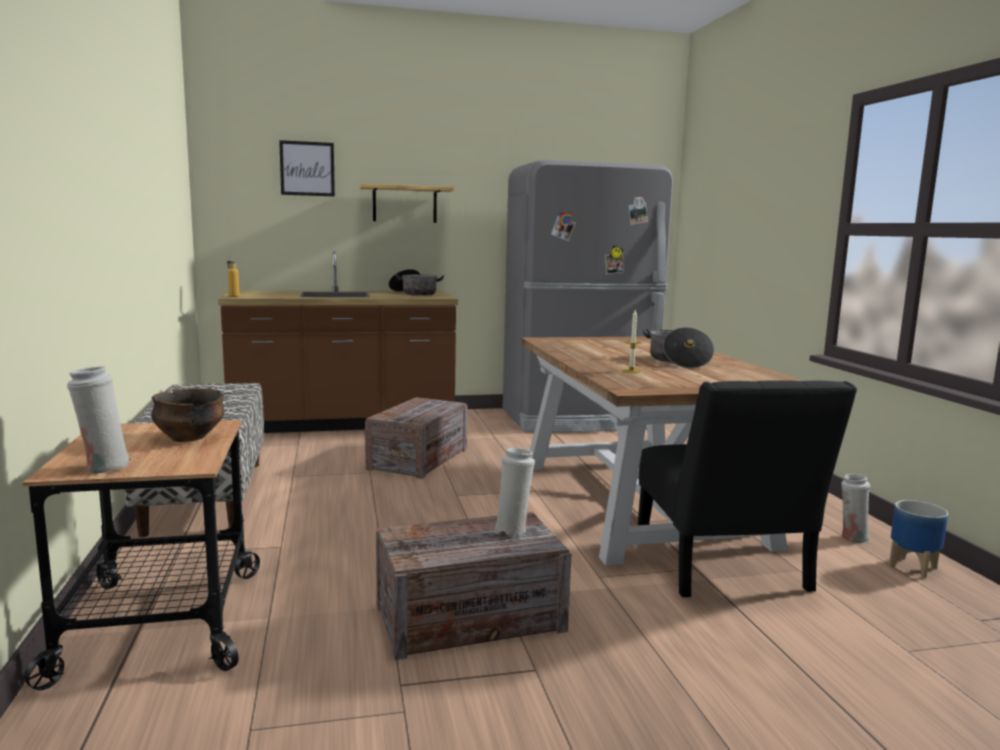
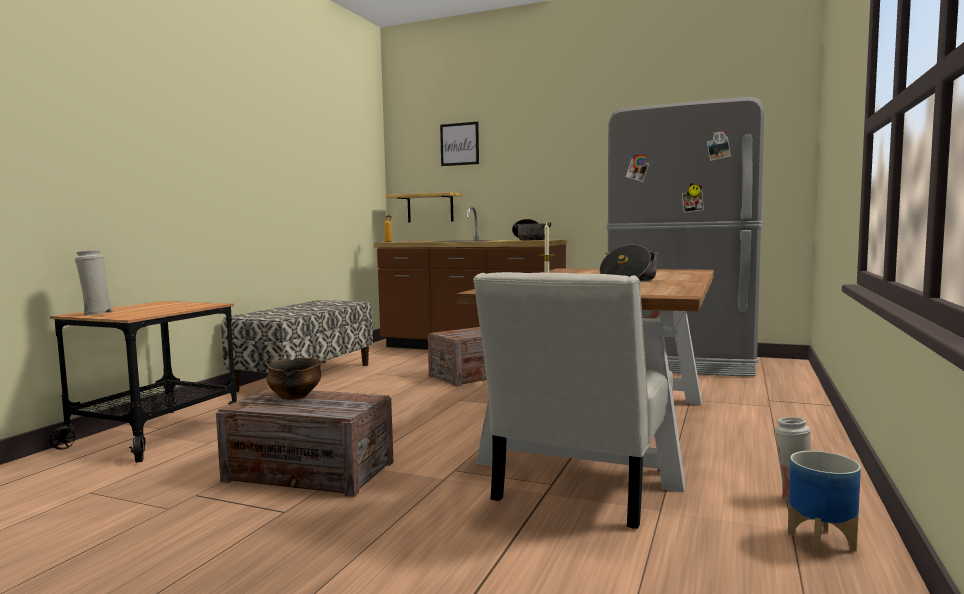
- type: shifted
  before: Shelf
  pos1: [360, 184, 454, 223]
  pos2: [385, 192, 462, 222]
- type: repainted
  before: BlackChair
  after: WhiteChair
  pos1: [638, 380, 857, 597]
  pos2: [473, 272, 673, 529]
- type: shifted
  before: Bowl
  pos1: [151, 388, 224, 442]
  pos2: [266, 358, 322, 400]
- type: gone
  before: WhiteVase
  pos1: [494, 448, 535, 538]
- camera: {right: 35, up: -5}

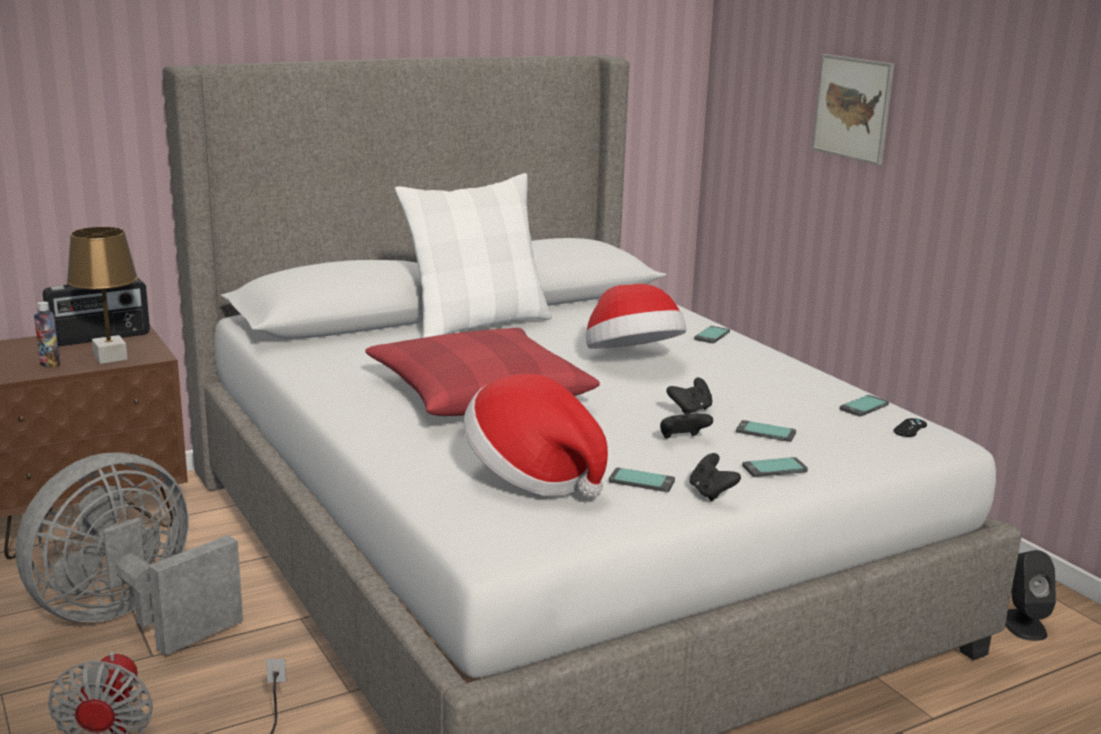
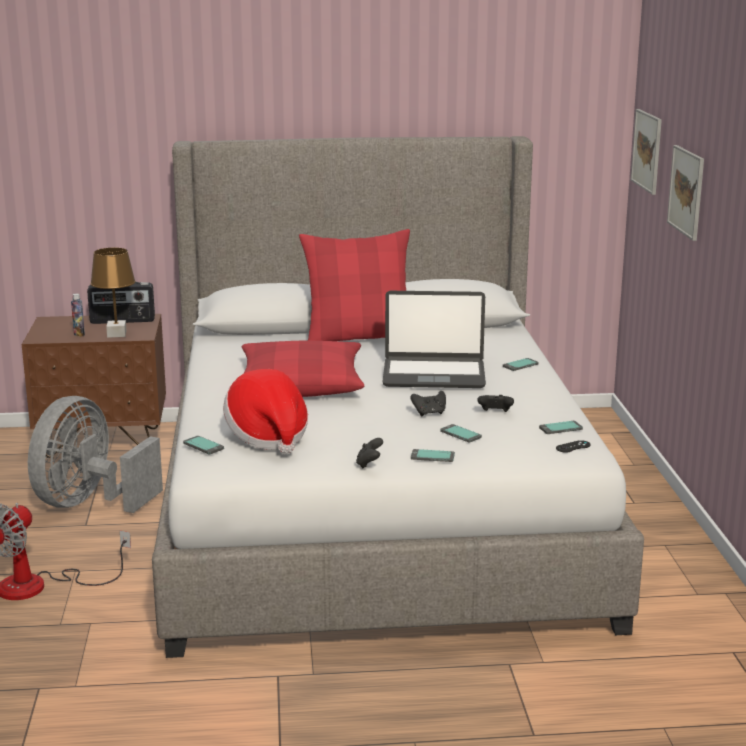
- type: repainted
  before: WhitePillow
  after: RedPillow
  pos1: [395, 173, 552, 338]
  pos2: [299, 229, 410, 341]
- type: swapped
  before: Hat
  after: Laptop
  pos1: [586, 284, 686, 349]
  pos2: [382, 291, 486, 388]
- type: shifted
  before: BlackGameController
  pos1: [660, 412, 713, 439]
  pos2: [477, 395, 514, 412]
- type: rotated
  before: GreyFan
  pos1: [15, 452, 243, 655]
  pos2: [28, 396, 163, 513]
  turn: -45
- type: shifted
  before: Phone
  pos1: [609, 468, 675, 492]
  pos2: [183, 436, 224, 454]
- type: gone
  before: BlackSpeaker
  pos1: [1005, 550, 1056, 641]
- type: new
  after: Picture
  pos2: [631, 109, 662, 195]
- camera: {right: 25, up: 0}

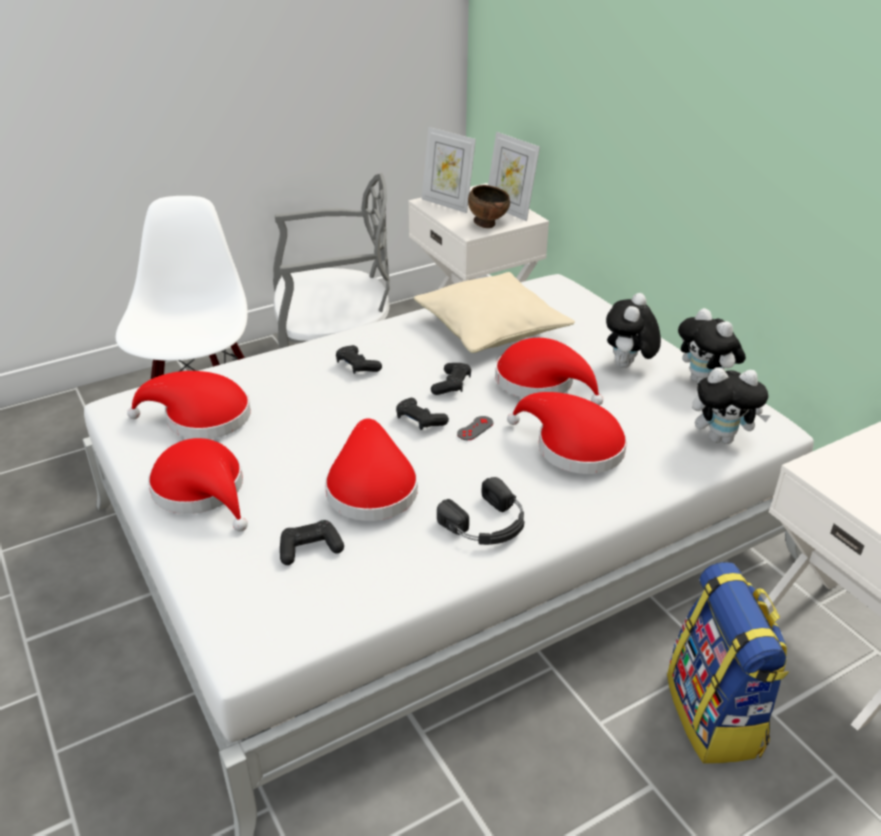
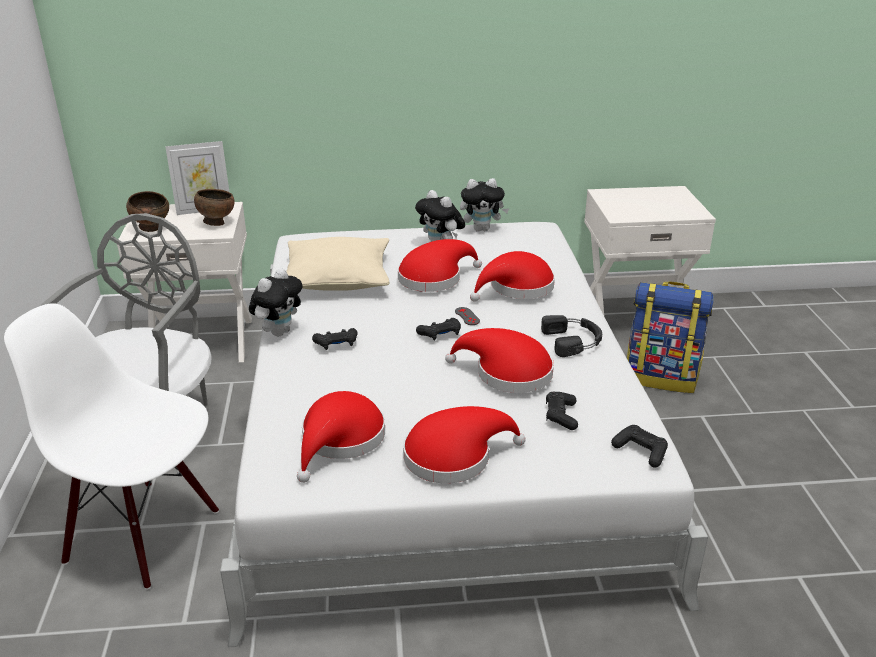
- type: swapped
  before: PictureFrame
  after: BrownBowl
  pos1: [422, 127, 476, 213]
  pos2: [126, 191, 169, 232]
- type: shifted
  before: BlackGameController
  pos1: [431, 363, 471, 395]
  pos2: [611, 425, 668, 468]
- type: shifted
  before: PlushToy
  pos1: [692, 367, 771, 444]
  pos2: [249, 268, 303, 336]
- camera: {right: -65, up: -5}

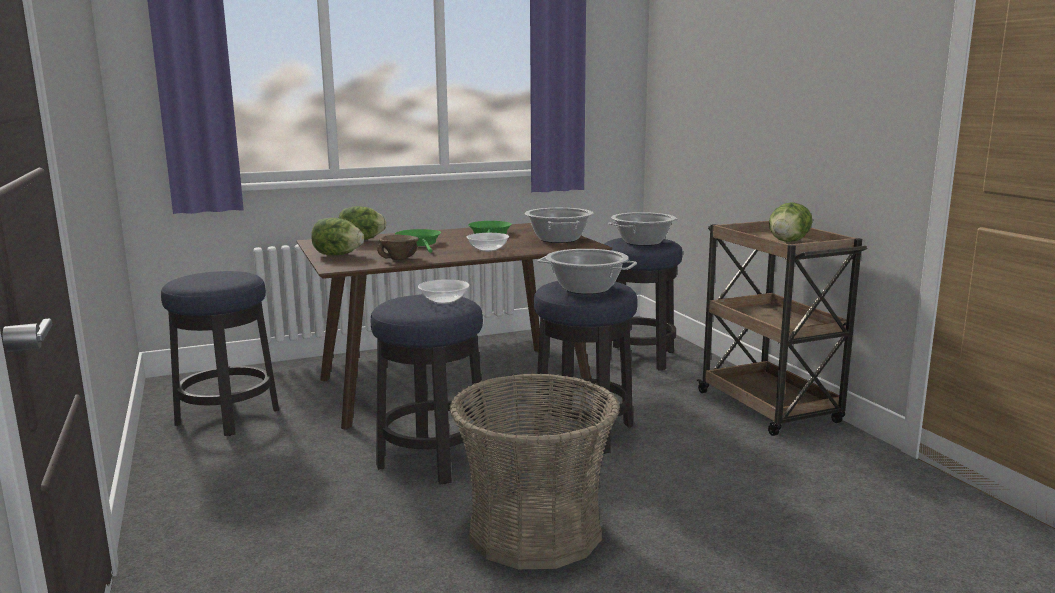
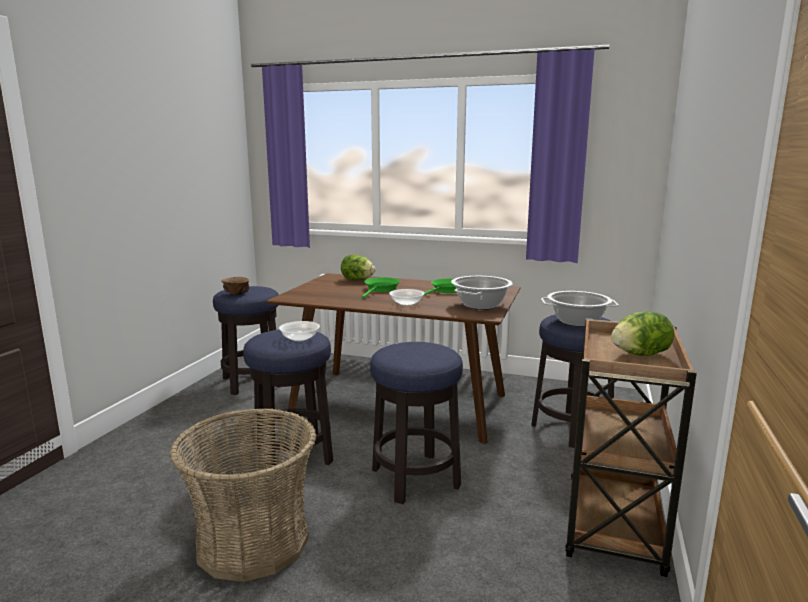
- type: gone
  before: Lettuce
  pos1: [311, 218, 364, 255]
- type: shifted
  before: BrownBowl
  pos1: [377, 234, 419, 260]
  pos2: [221, 277, 249, 295]
- type: gone
  before: CookingPot
  pos1: [538, 249, 637, 294]
- camera: {right: 40, up: 0}

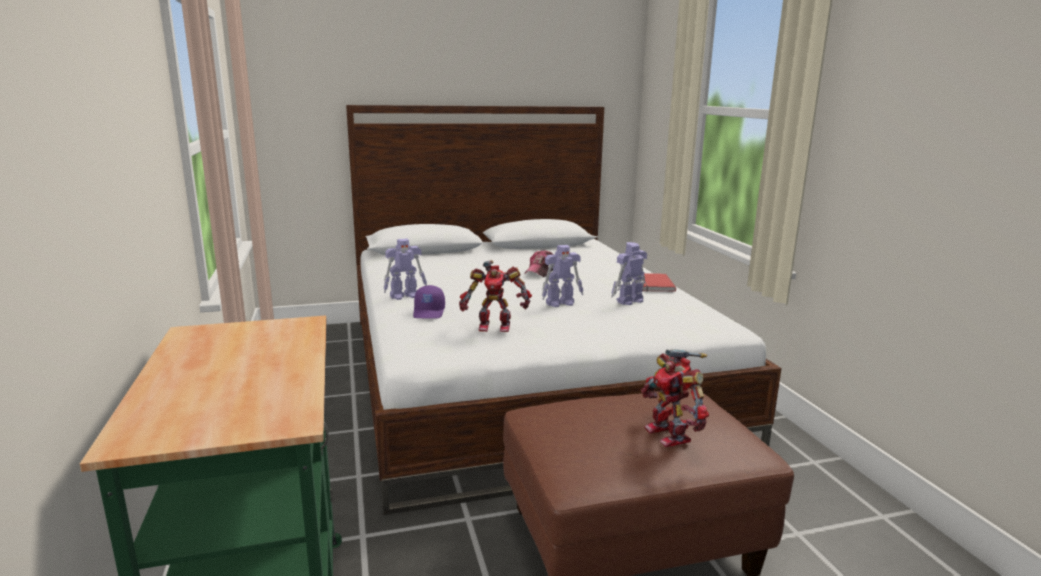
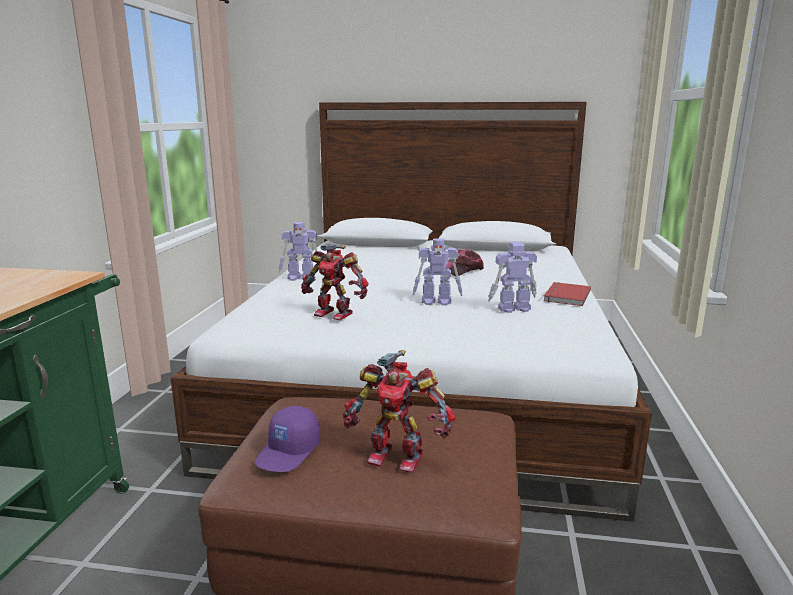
- type: shifted
  before: PurpleCap
  pos1: [413, 285, 445, 319]
  pos2: [255, 406, 320, 472]
- type: rotated
  before: ToyRobot
  pos1: [641, 349, 709, 447]
  pos2: [343, 350, 455, 473]
  turn: -75
- camera: {right: 25, up: 0}

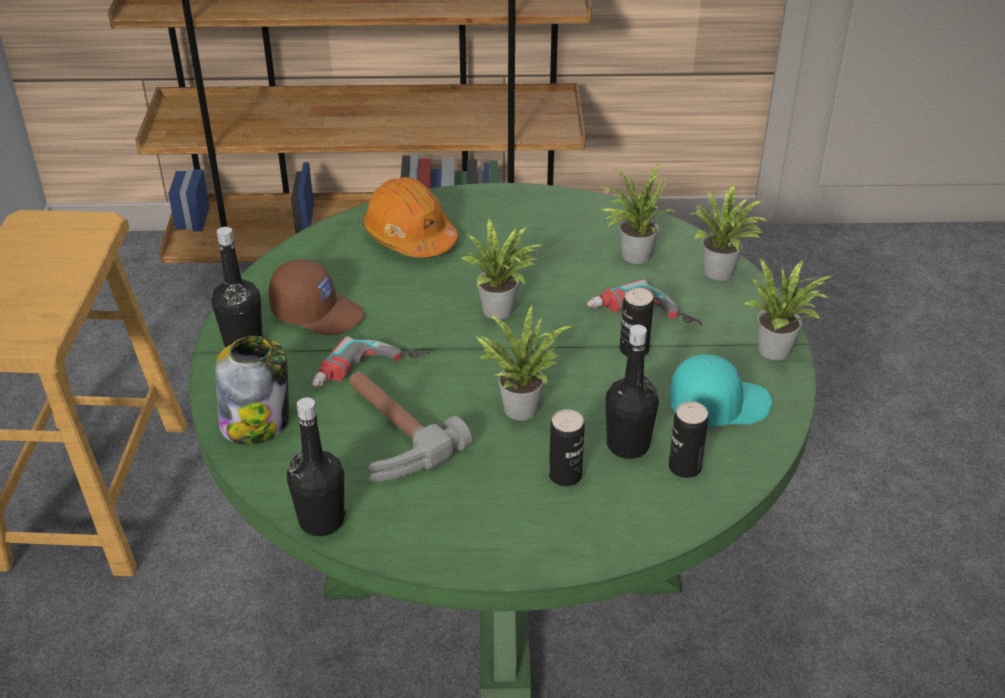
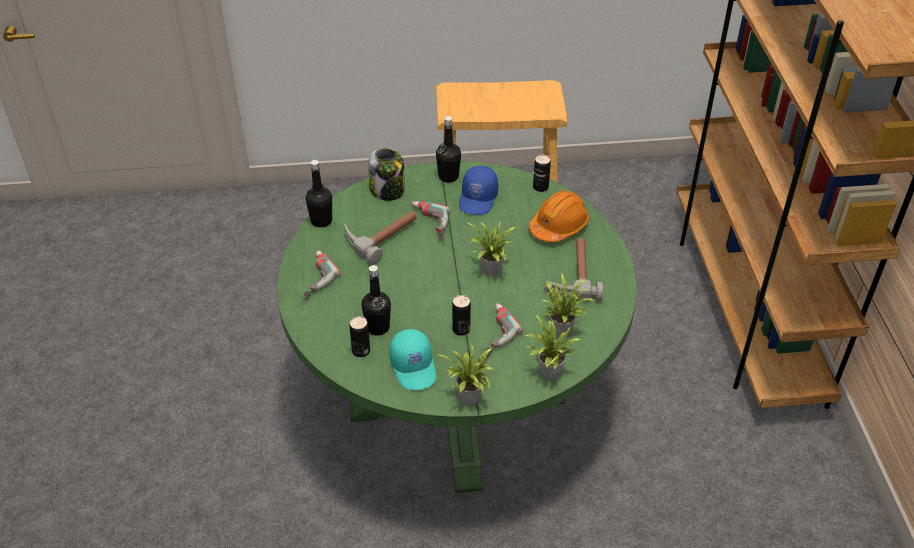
- type: repainted
  before: BrownCap
  after: BlueCap
  pos1: [269, 259, 364, 336]
  pos2: [459, 166, 498, 215]
- type: gone
  before: PottedPlant
  pos1: [475, 305, 575, 421]
- type: shifted
  before: Can
  pos1: [549, 409, 585, 486]
  pos2: [533, 155, 551, 192]
- type: new
  after: Hammer
  pos2: [544, 238, 603, 301]
- type: new
  after: PowerDrill
  pos2: [303, 251, 341, 301]
- camera: {right: 85, up: 5}

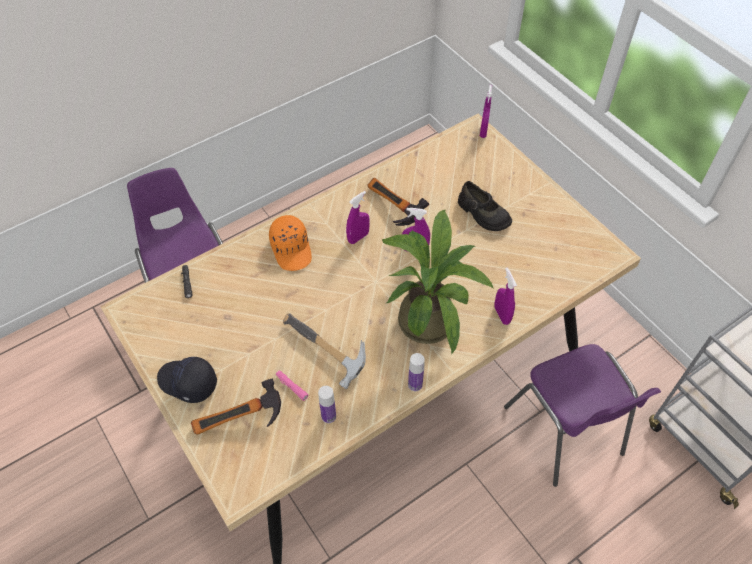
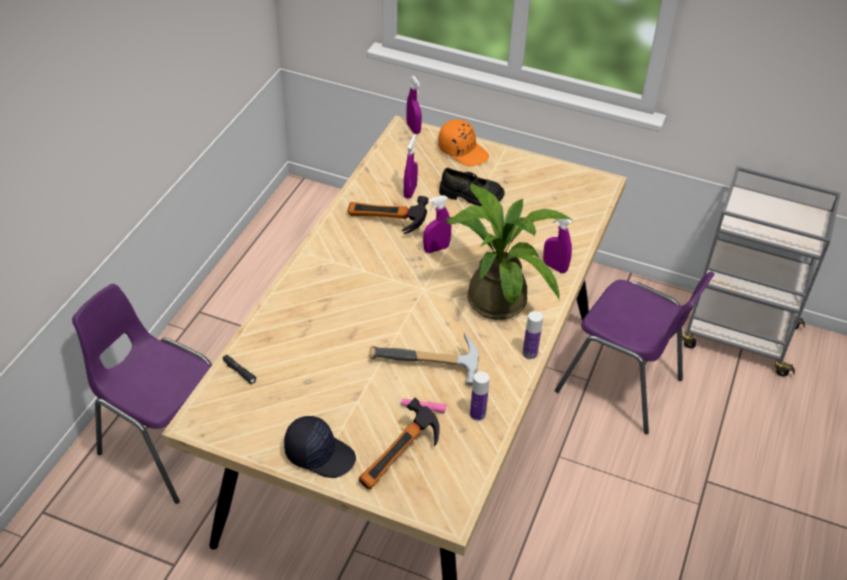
- type: shifted
  before: PurpleSprayBottle
  pos1: [346, 191, 370, 244]
  pos2: [404, 134, 418, 199]
- type: shifted
  before: OrangeCap
  pos1: [269, 215, 312, 271]
  pos2: [438, 120, 489, 166]
- type: rotated
  before: BlackCap
  pos1: [157, 357, 217, 403]
  pos2: [284, 416, 356, 478]
  turn: -150
- camera: {right: -35, up: -10}

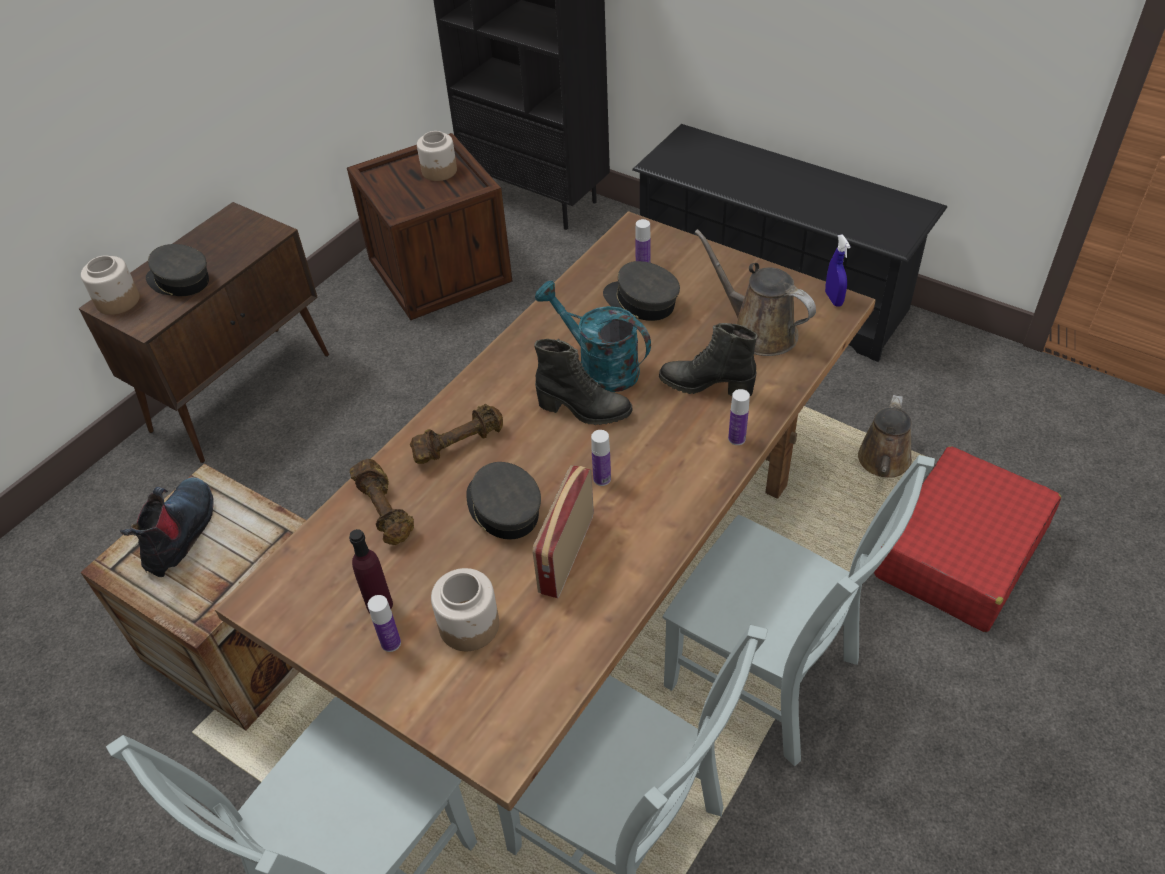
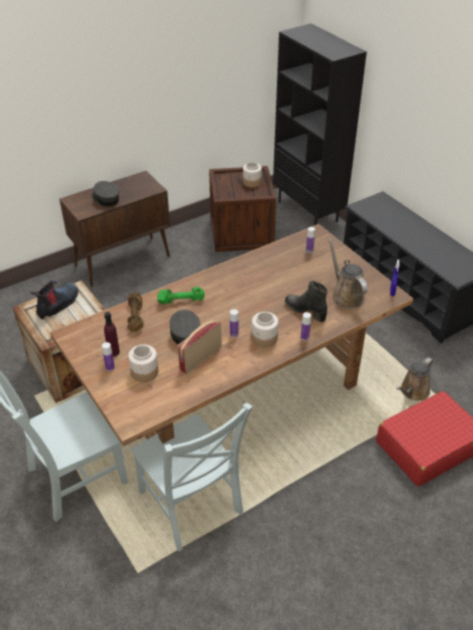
- type: shifted
  before: Jar
  pos1: [81, 255, 140, 315]
  pos2: [251, 312, 278, 348]
- type: gone
  before: GreyCap
  pos1: [603, 261, 680, 321]
- type: gone
  before: TurquoiseWateringCan
  pos1: [535, 281, 651, 392]
- type: gone
  before: BlackBoot
  pos1: [534, 339, 633, 425]
- type: repainted
  before: BrownDumbbell
  after: GreenDumbbell
  pos1: [410, 404, 503, 464]
  pos2: [157, 287, 205, 304]
- type: gone
  before: GreyChair
  pos1: [663, 455, 935, 766]
- camera: {right: 20, up: -5}

